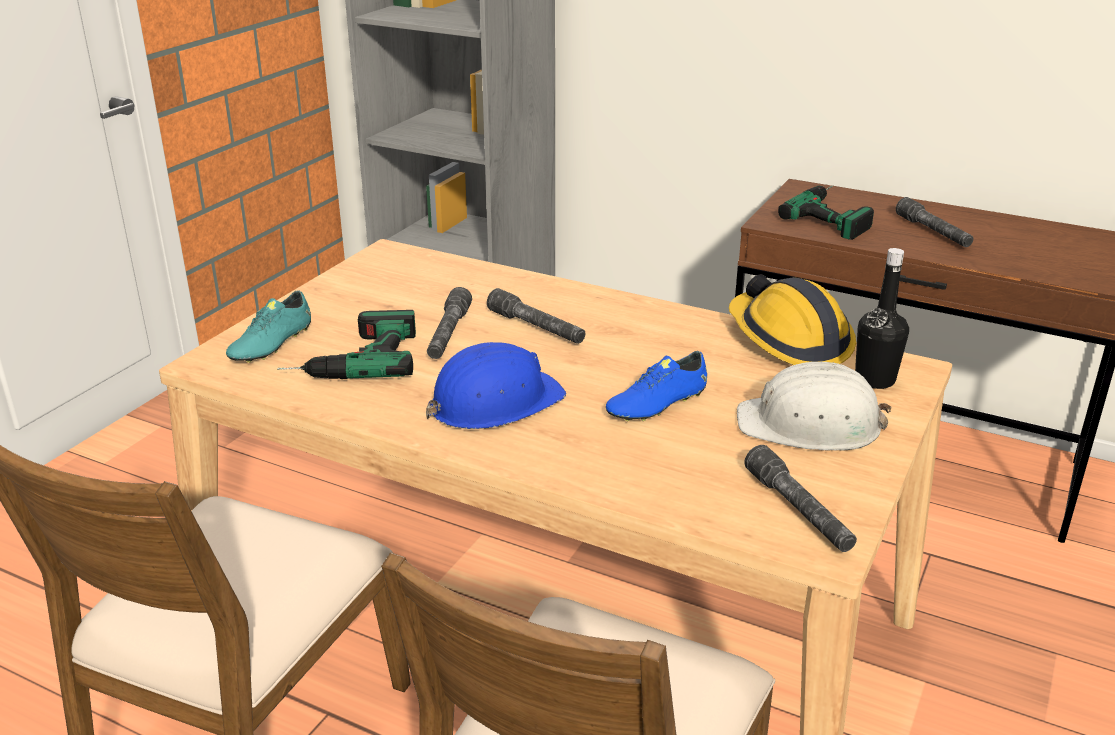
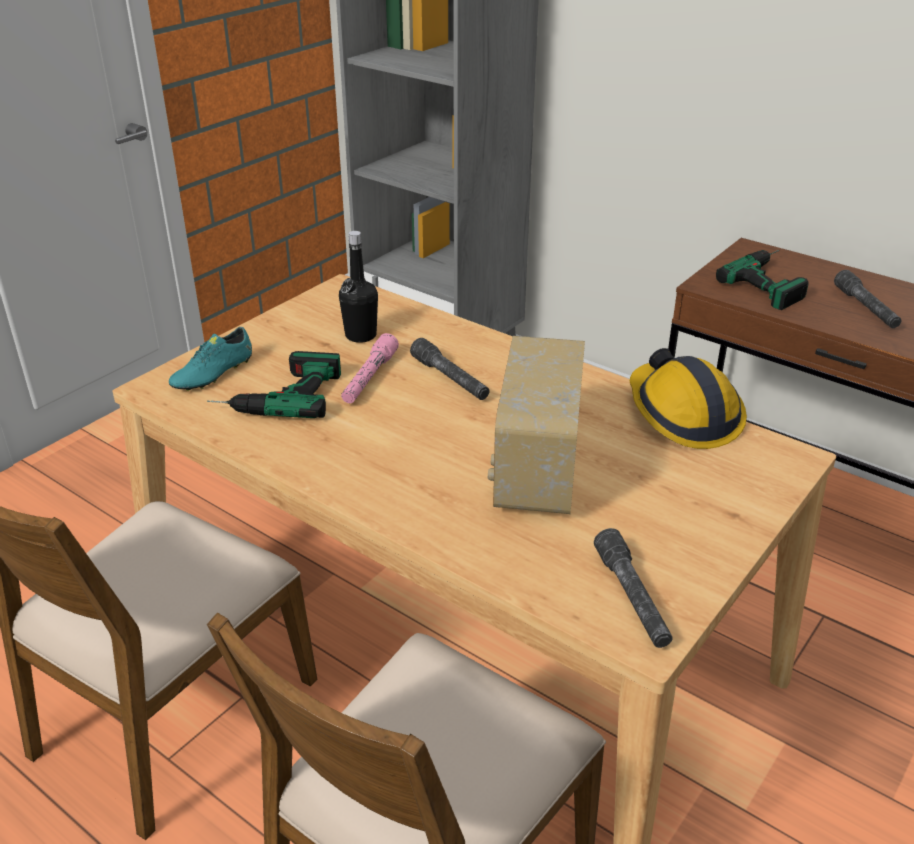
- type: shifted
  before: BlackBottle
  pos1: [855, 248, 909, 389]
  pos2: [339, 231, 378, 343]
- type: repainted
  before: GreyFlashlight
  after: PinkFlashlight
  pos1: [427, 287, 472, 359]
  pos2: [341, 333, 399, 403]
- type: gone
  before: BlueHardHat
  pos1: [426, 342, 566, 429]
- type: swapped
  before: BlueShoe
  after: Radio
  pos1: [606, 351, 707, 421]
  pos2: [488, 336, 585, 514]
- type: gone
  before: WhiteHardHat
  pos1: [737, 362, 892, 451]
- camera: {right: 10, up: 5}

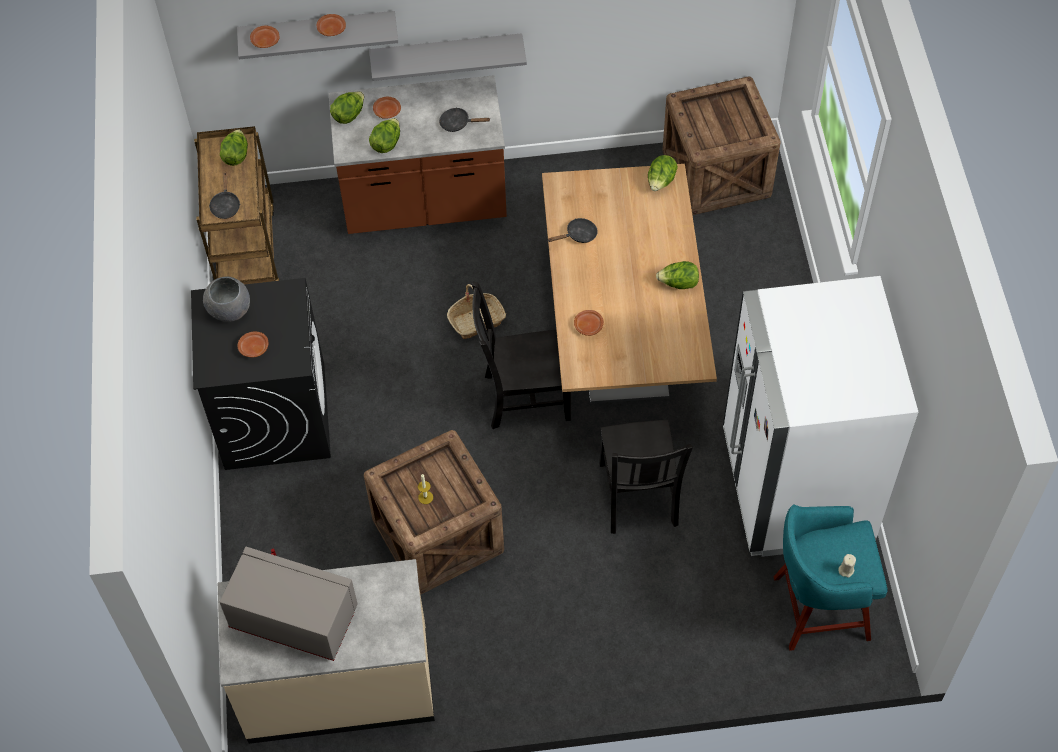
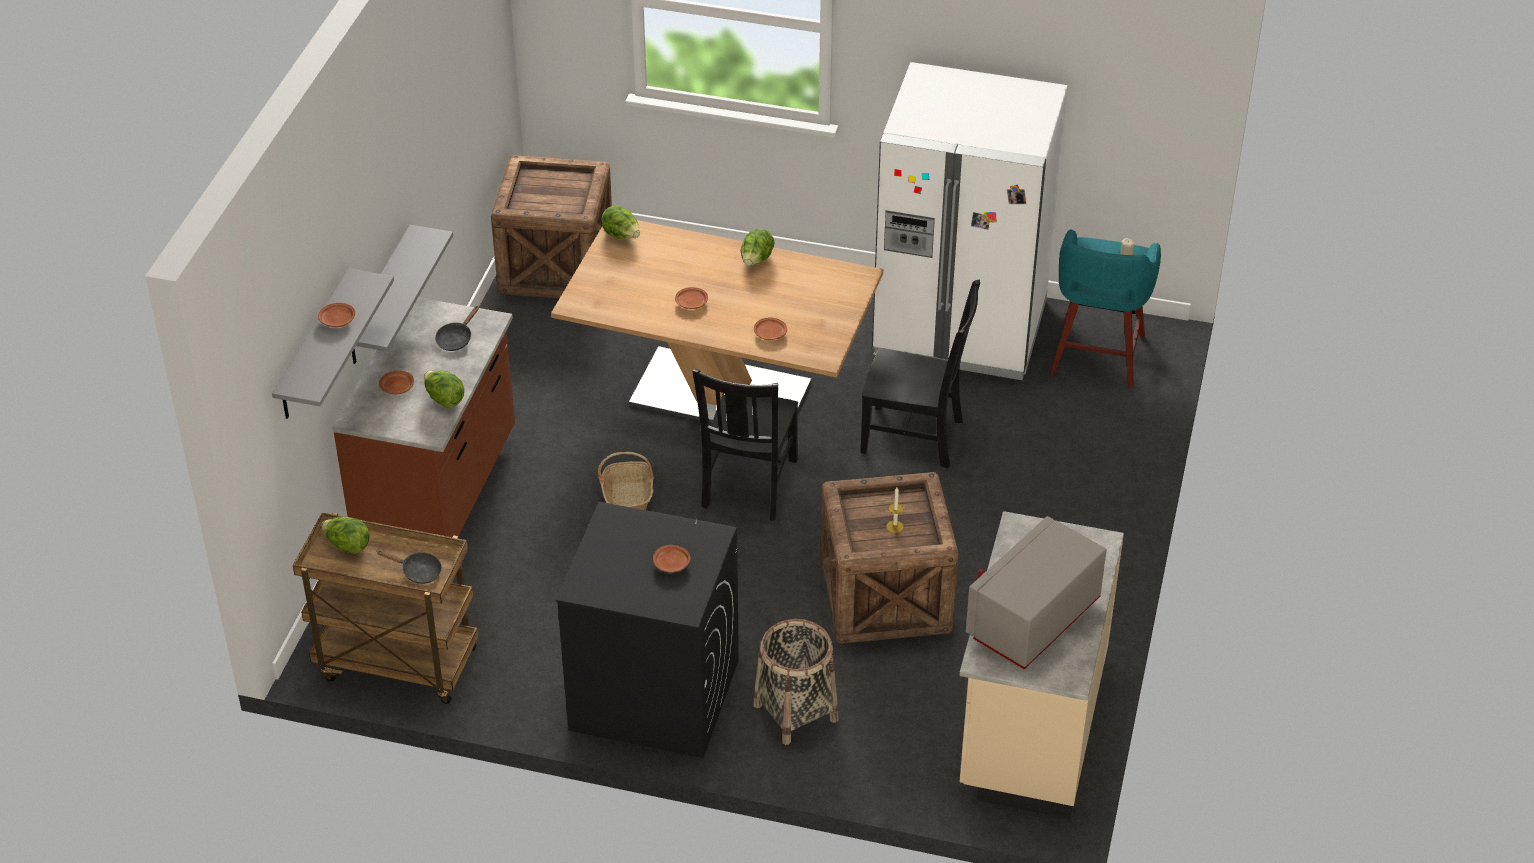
- type: shifted
  before: BrownPlate
  pos1: [250, 26, 280, 48]
  pos2: [675, 287, 708, 309]
- type: gone
  before: Lettuce
  pos1: [330, 92, 364, 124]
- type: gone
  before: BlackFryingPan
  pos1: [548, 218, 598, 243]
- type: gone
  before: GreyBowl
  pos1: [203, 277, 250, 322]
- type: new
  after: Basket
  pos2: [753, 619, 839, 745]
- camera: {right: -70, up: -15}

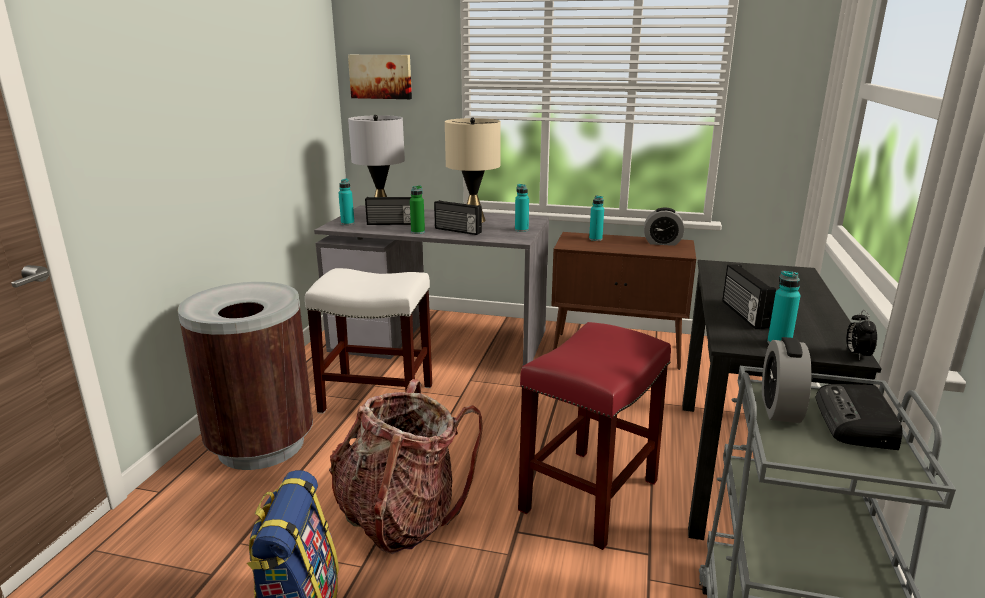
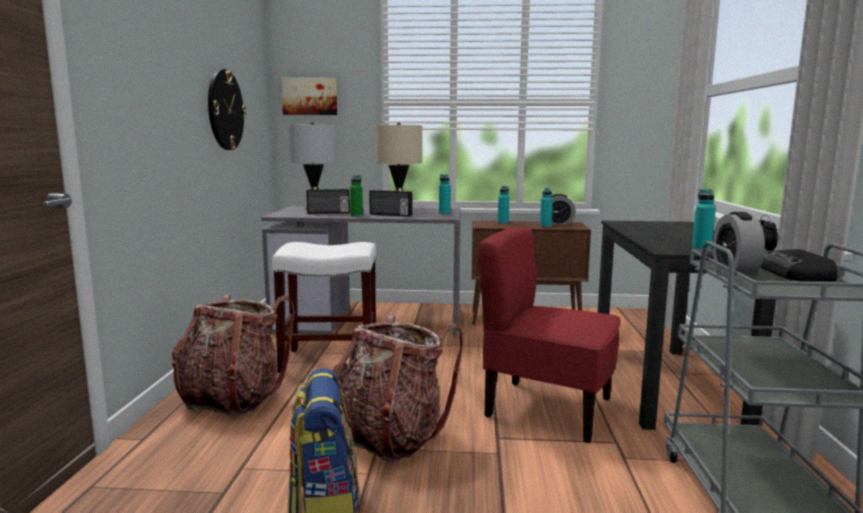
- type: shifted
  before: TurquoiseBottle
  pos1: [339, 179, 354, 225]
  pos2: [540, 188, 553, 228]
- type: gone
  before: Radio
  pos1: [722, 264, 776, 329]
- type: swapped
  before: BrownTrashCan
  after: Backpack
  pos1: [178, 282, 313, 470]
  pos2: [172, 294, 294, 416]
- type: swapped
  before: RedStool
  after: RedChair
  pos1: [518, 322, 671, 550]
  pos2: [478, 227, 621, 443]
- type: new
  after: WallClock
  pos2: [208, 69, 246, 150]
- camera: {right: -10, up: -10}

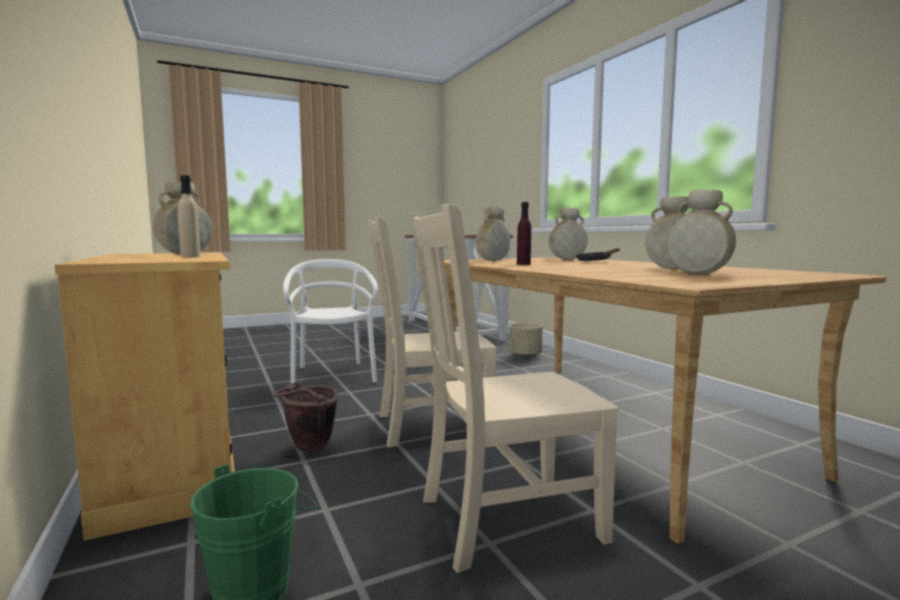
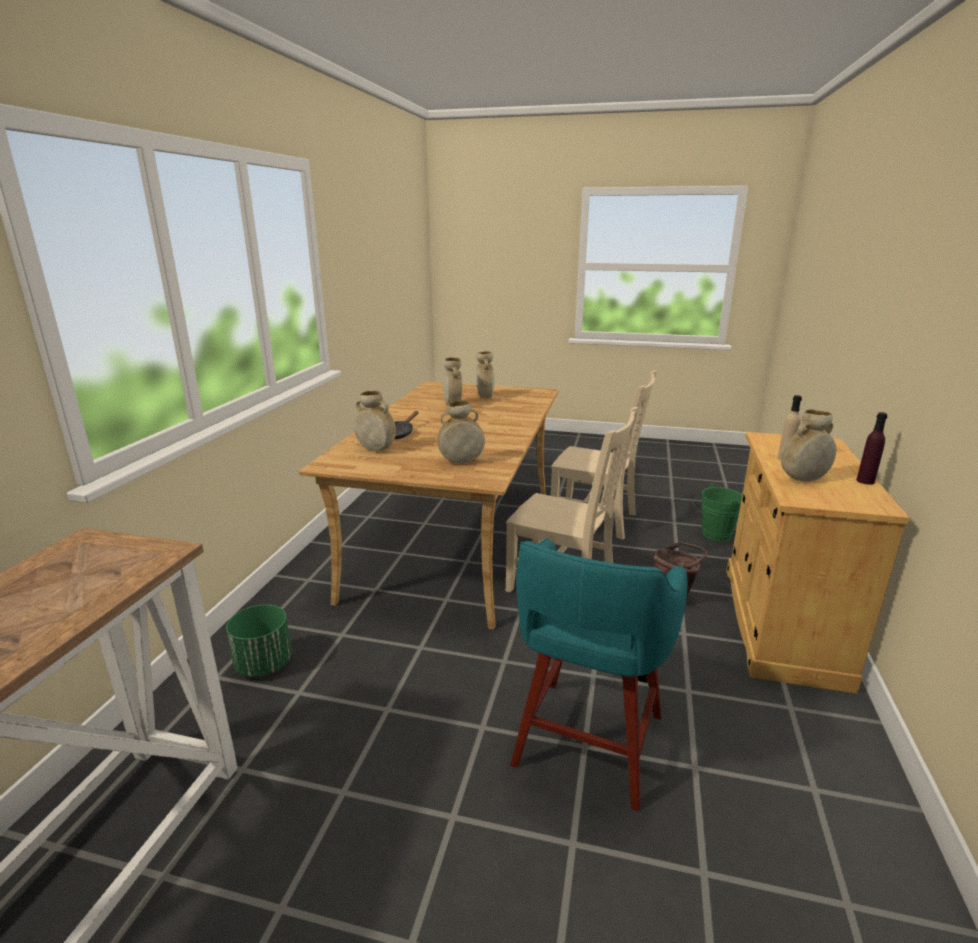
- type: shifted
  before: PurpleBottle
  pos1: [517, 202, 531, 265]
  pos2: [856, 412, 887, 485]
- type: swapped
  before: WhiteChair
  after: TurquoiseStool
  pos1: [283, 259, 378, 383]
  pos2: [510, 538, 687, 812]
- type: repainted
  before: BeigePlanter
  after: GreenPlanter
  pos1: [509, 323, 543, 357]
  pos2: [226, 605, 292, 677]
- camera: {right: -140, up: 15}

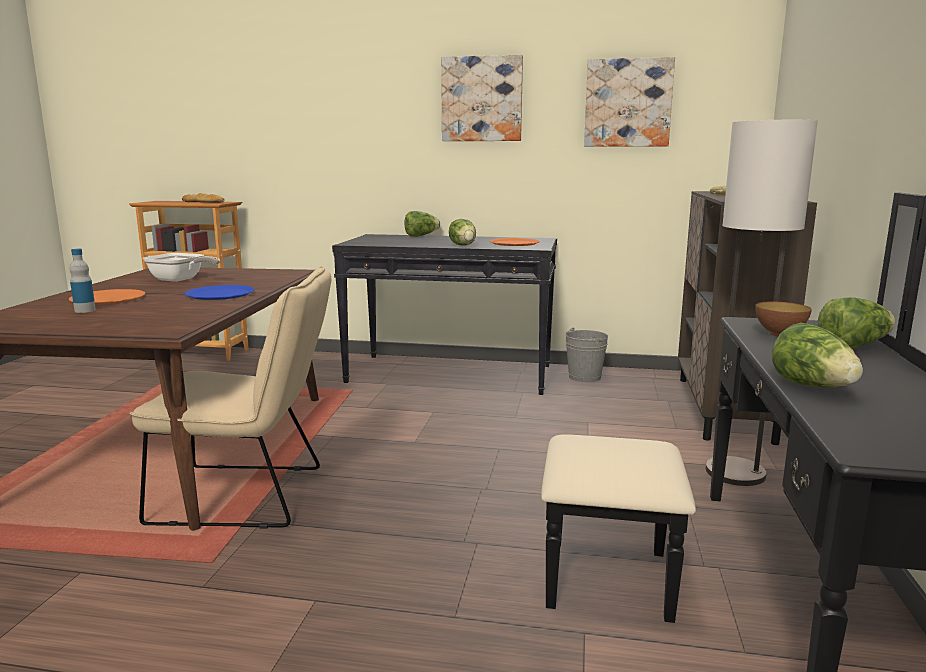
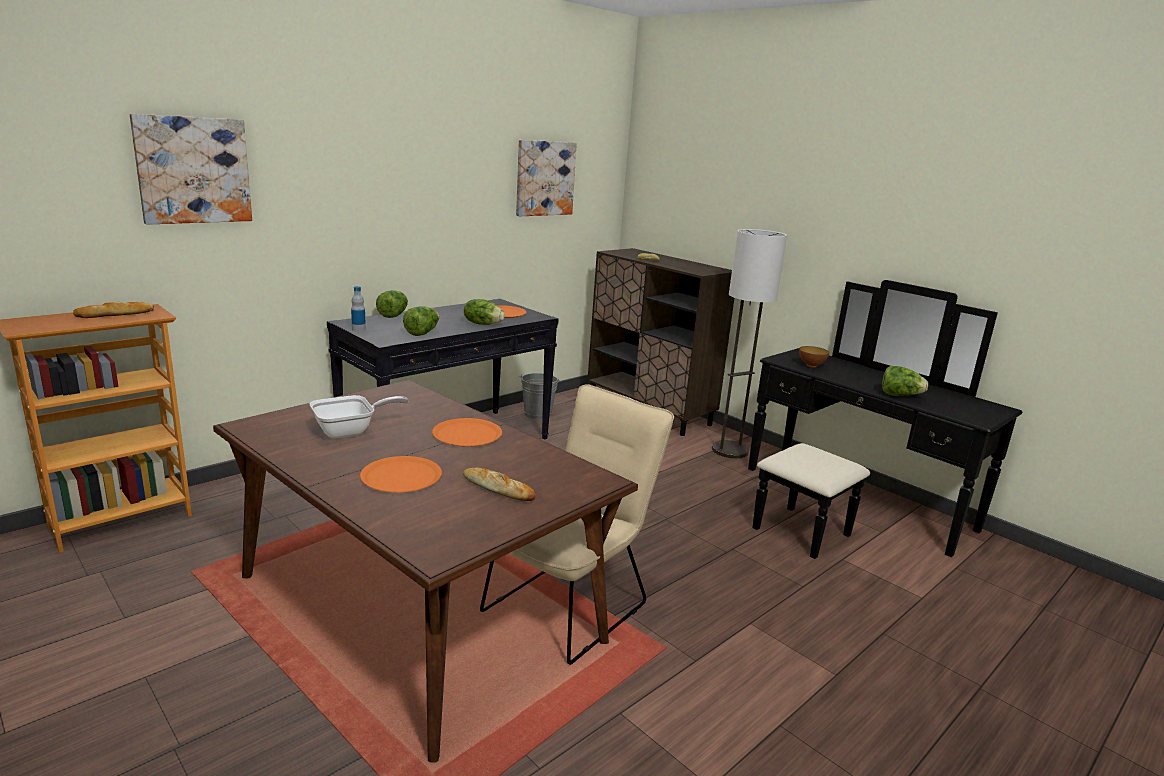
- type: shifted
  before: Picture
  pos1: [441, 55, 523, 141]
  pos2: [130, 114, 252, 225]
- type: shifted
  before: Bottle
  pos1: [69, 249, 96, 313]
  pos2: [351, 286, 366, 331]
- type: repainted
  before: BluePlate
  after: OrangePlate
  pos1: [185, 285, 254, 300]
  pos2: [432, 418, 502, 447]
- type: shifted
  before: Lettuce
  pos1: [818, 297, 895, 348]
  pos2: [403, 306, 439, 336]
- type: new
  after: Bread
  pos2: [464, 468, 536, 501]
- camera: {right: -55, up: 5}

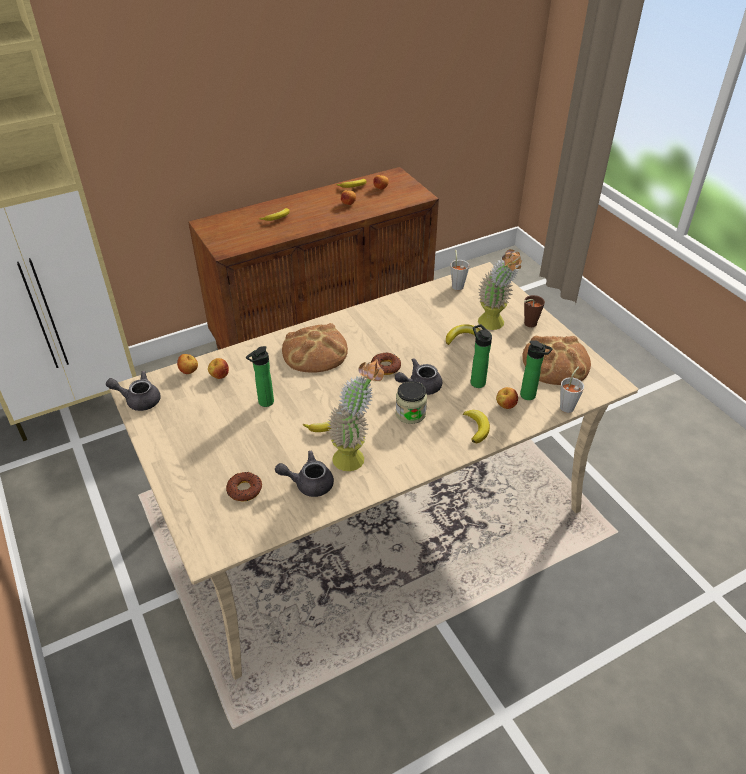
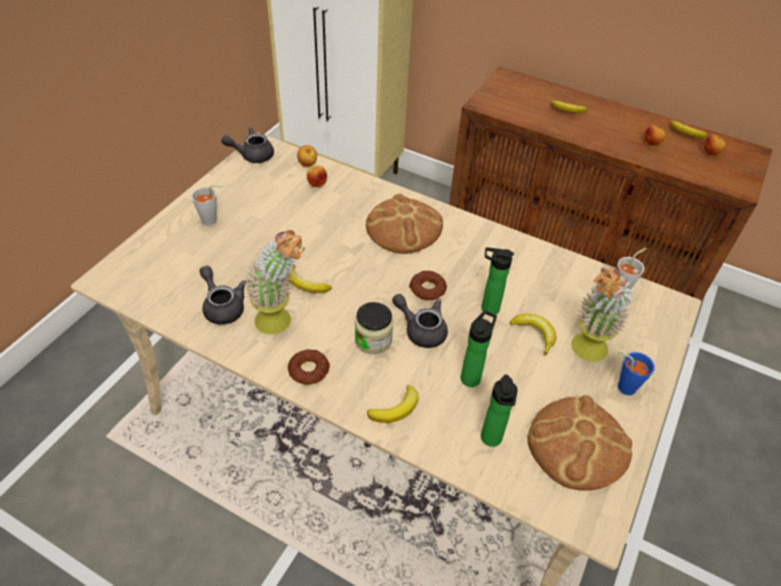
- type: repainted
  before: BrownCup
  after: BlueCup
  pos1: [524, 295, 545, 327]
  pos2: [617, 350, 655, 395]
- type: shifted
  before: Bottle
  pos1: [246, 346, 274, 407]
  pos2: [481, 247, 514, 316]
- type: shifted
  before: GreyCup
  pos1: [560, 366, 584, 413]
  pos2: [191, 185, 223, 226]
- type: rotated
  before: GreyTeapot
  pos1: [106, 371, 161, 411]
  pos2: [221, 127, 274, 163]
  turn: -75
- type: gone
  before: Apple
  pos1: [496, 387, 518, 409]
- type: shifted
  before: Donut
  pos1: [226, 472, 262, 502]
  pos2: [288, 349, 330, 385]
- camera: {right: 55, up: 5}

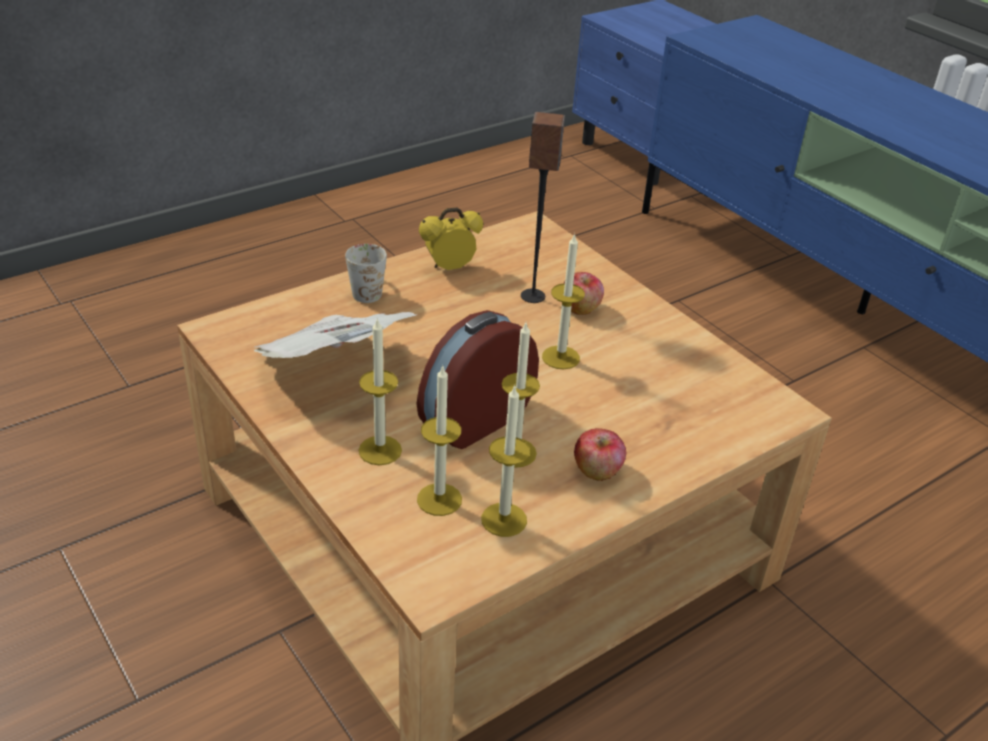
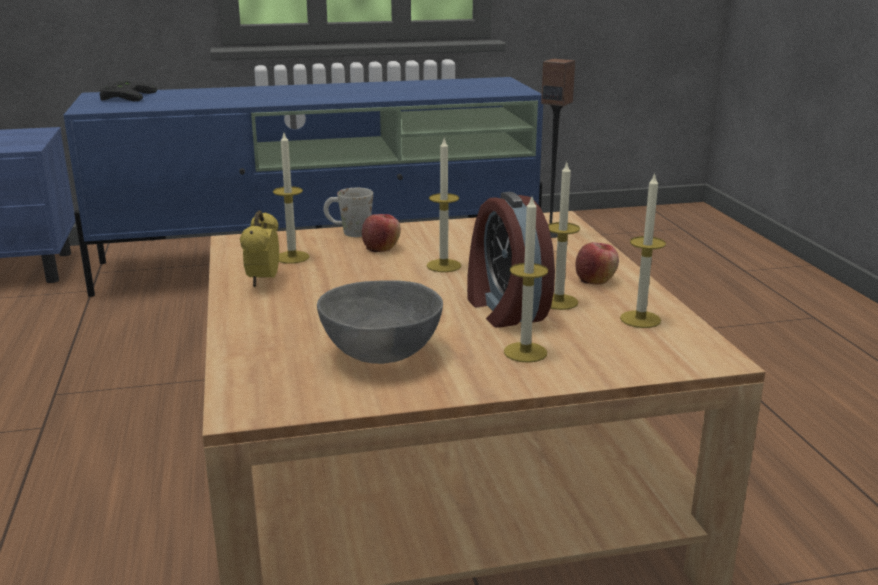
- type: shifted
  before: Speaker
  pos1: [521, 112, 565, 303]
  pos2: [541, 58, 575, 238]
- type: shifted
  before: WhiteMug
  pos1: [345, 244, 387, 303]
  pos2: [323, 188, 373, 237]
- type: swapped
  before: Newspaper
  after: GreyBowl
  pos1: [254, 312, 416, 358]
  pos2: [317, 280, 443, 364]
- type: shifted
  before: Candle
  pos1: [417, 365, 462, 516]
  pos2: [273, 133, 310, 264]
- type: new
  after: BlackGameController
  pos2: [100, 81, 157, 101]
- camera: {right: -65, up: -15}

